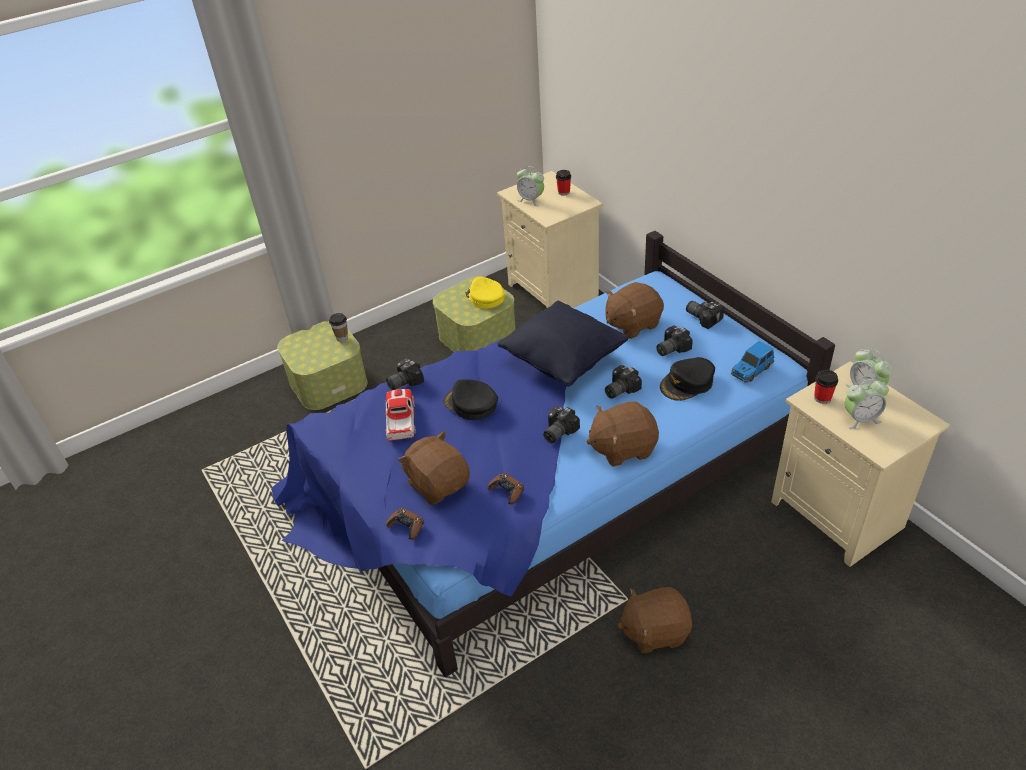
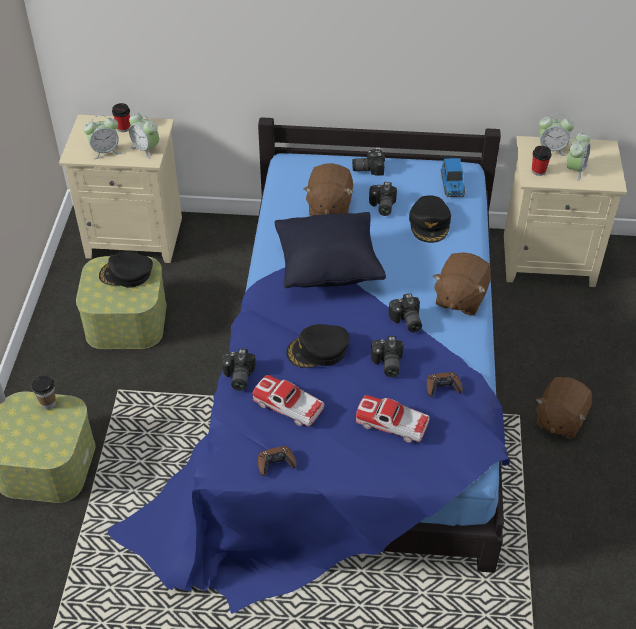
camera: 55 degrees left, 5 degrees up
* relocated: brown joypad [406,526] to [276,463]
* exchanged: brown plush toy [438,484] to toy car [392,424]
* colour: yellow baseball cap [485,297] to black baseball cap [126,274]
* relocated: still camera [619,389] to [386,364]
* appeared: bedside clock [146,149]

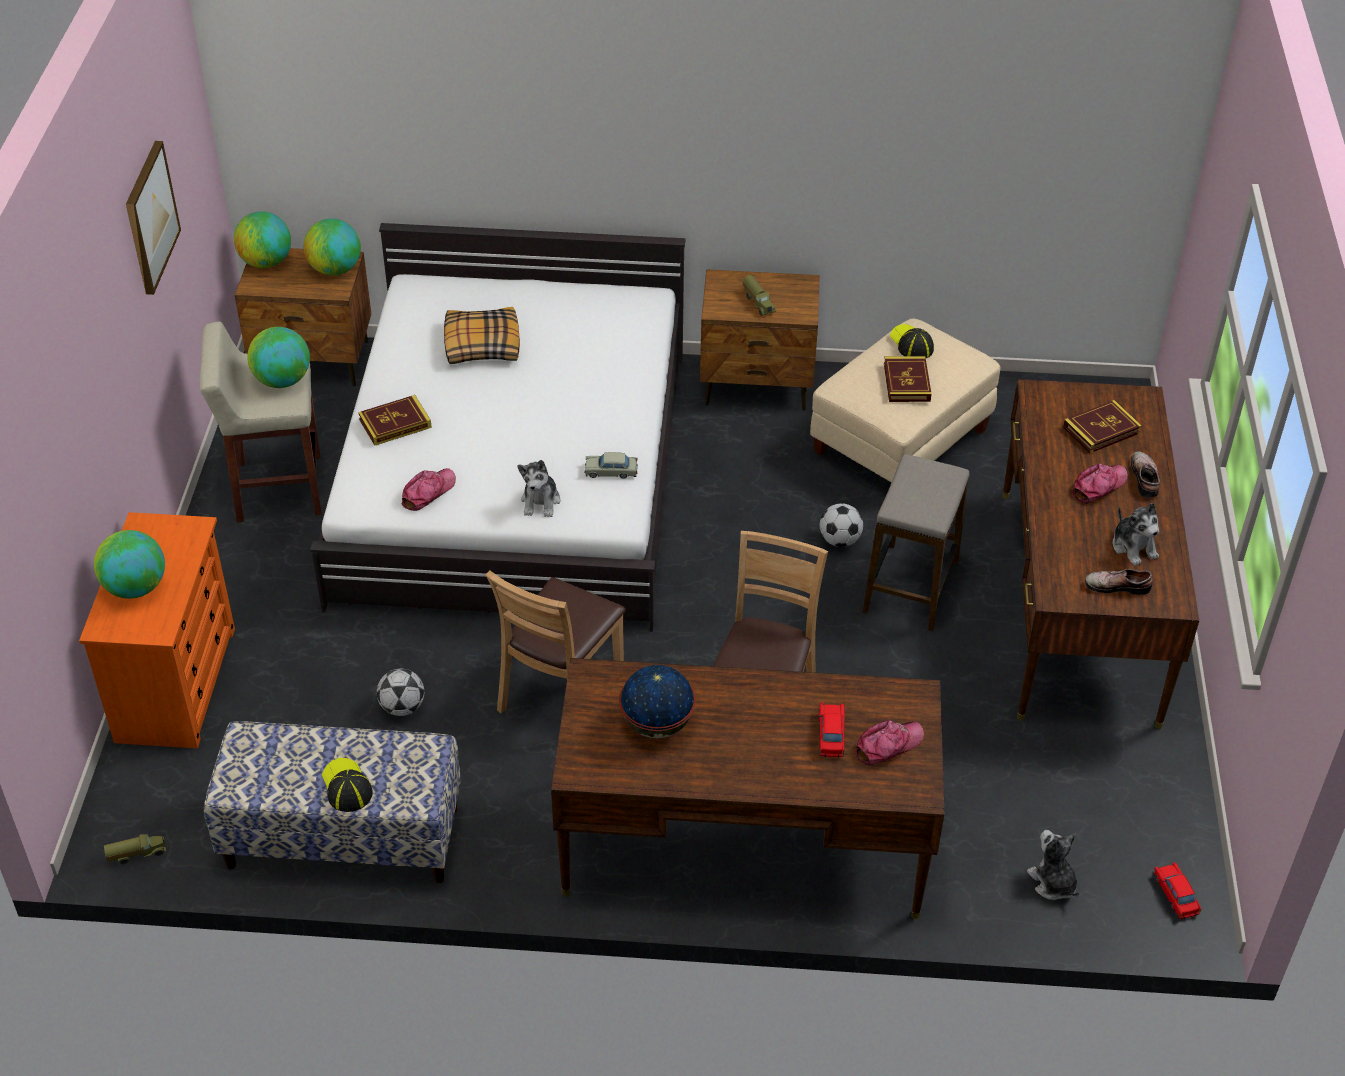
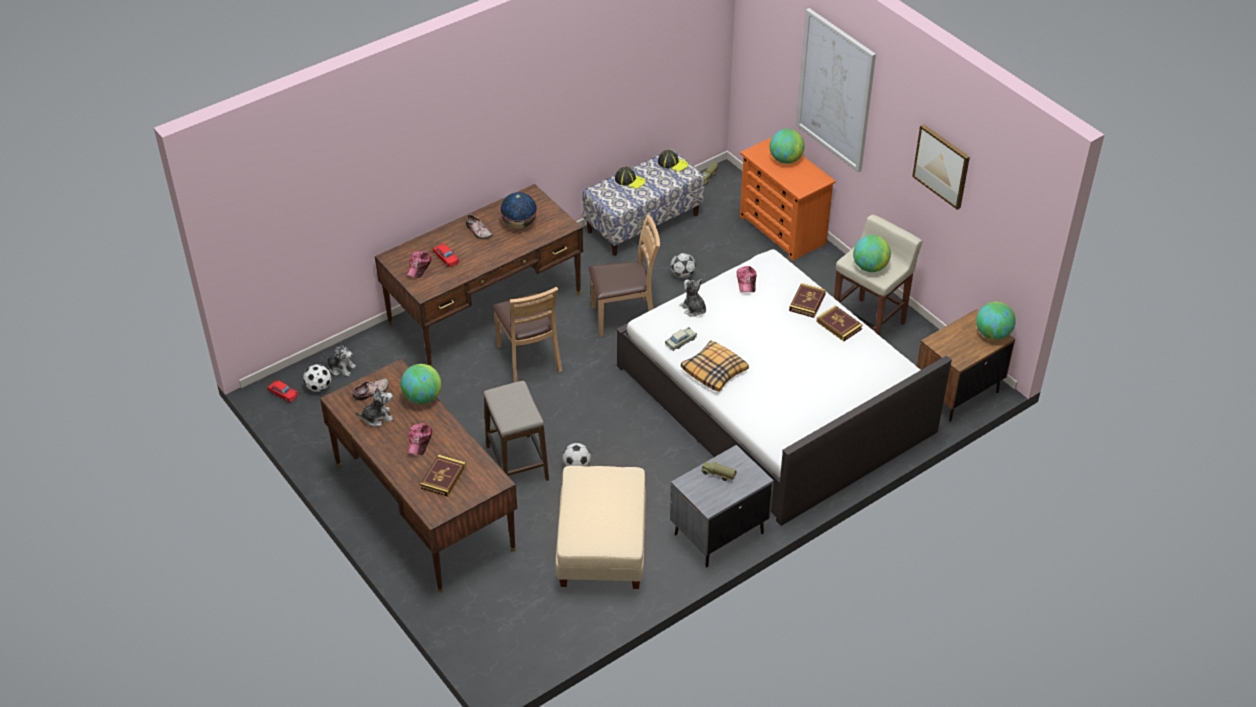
camera: 140 degrees right, 0 degrees up
* relocated: desk globe [335,269] to [422,397]
* relocated: cushion [481,345] to [714,371]
* spun: brown chair [561,694] = [624,317] 90 degrees clockwise
* colour: brown bedside table [757,385] to gray bedside table [718,534]
* relocated: volume [906,382] to [839,325]
* relocated: baseball cap [911,344] to [672,163]
* spun: plush toy [1133,547] = [377,417] 135 degrees clockwise
* relocated: item of footwear [1146,478] to [478,231]
* appeared: football ball [318,387]
* appeared: picture [835,90]

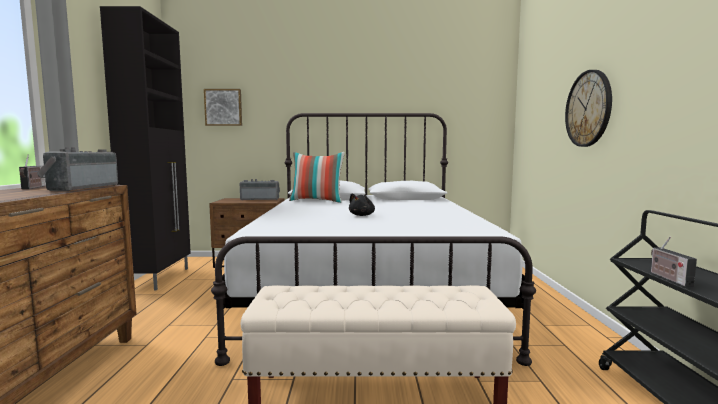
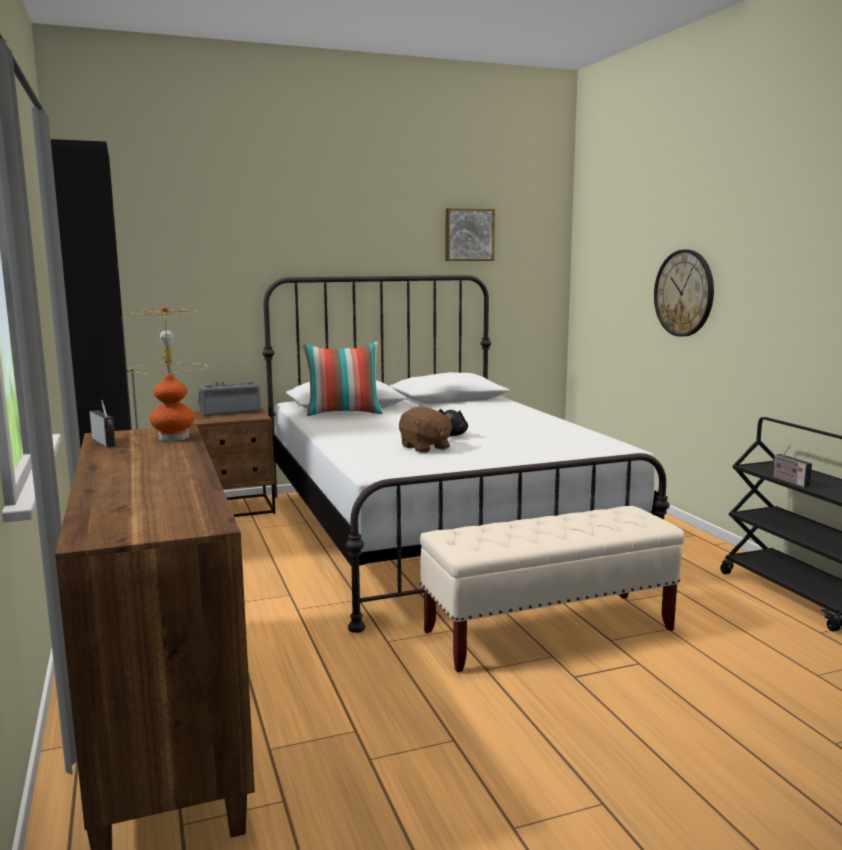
camera: 20 degrees left, 5 degrees up
* exchanged: radio receiver [81,187] to lamp for a table [173,437]
* relocated: picture [223,107] to [469,235]
* appeared: brown plush toy [425,447]

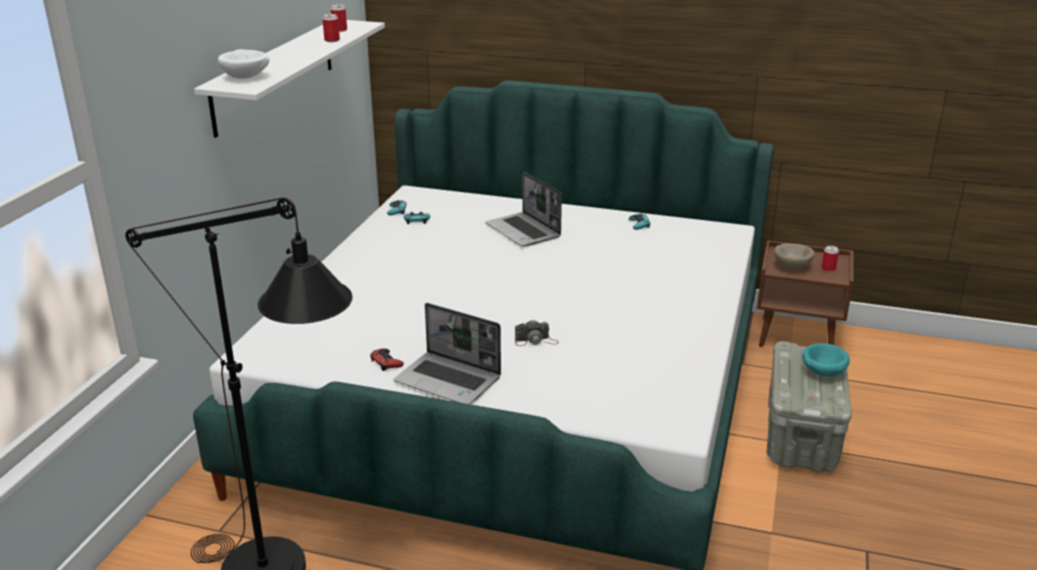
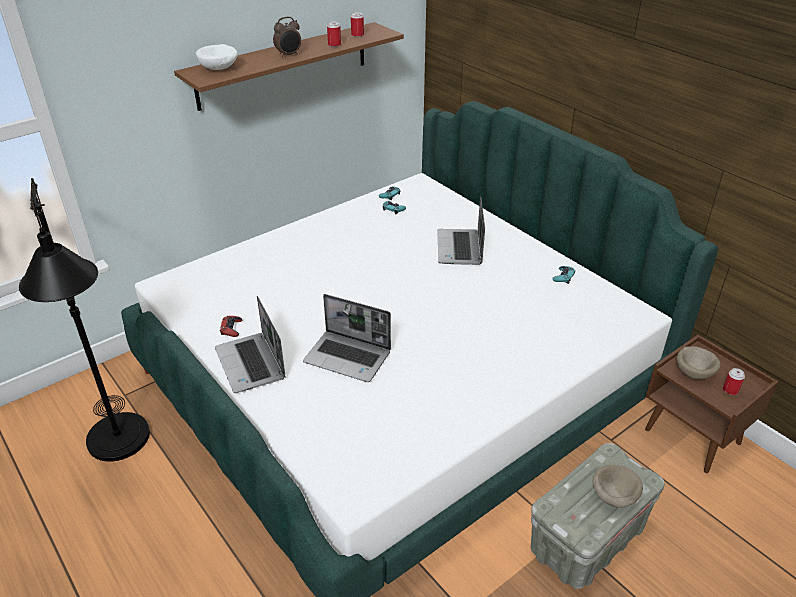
camera: 35 degrees right, 10 degrees up
* colour: whitish wall shelf [275,75] to brown wall shelf [283,65]
* exchanged: still camera [536,341] to notebook computer [348,357]
* colour: turquoise deep dish [822,372] to sand-coloured deep dish [613,496]
* appeared: bedside clock [289,55]

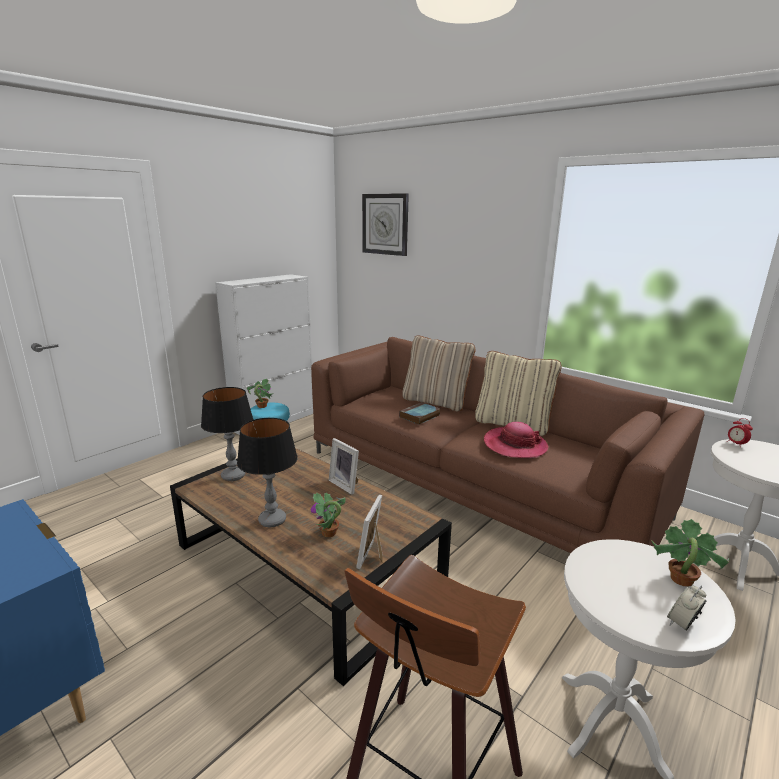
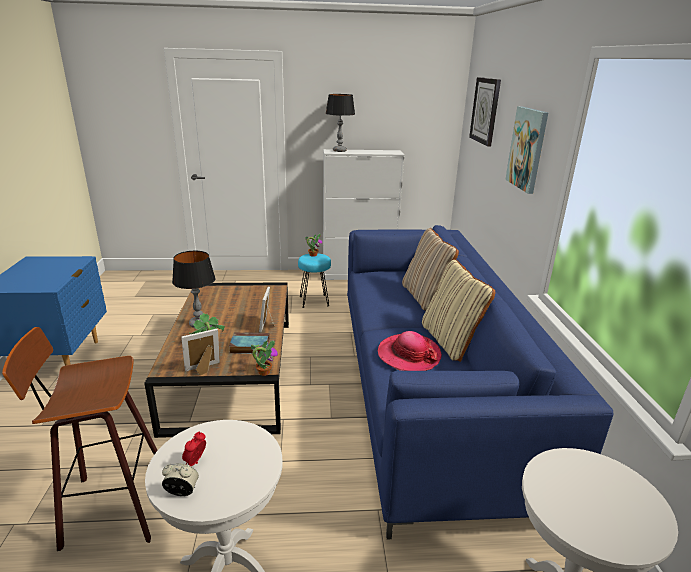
camera: 45 degrees right, 5 degrees up
* relocated: lamp for a table [233,476] to [339,150]
* colour: brown settee [475,482] to blue settee [426,386]
* relocated: volume [419,416] to [248,346]
* relocated: potted plant [680,579] to [264,372]
* relocated: bedside clock [736,444] to [196,462]
* appeared: picture [527,149]

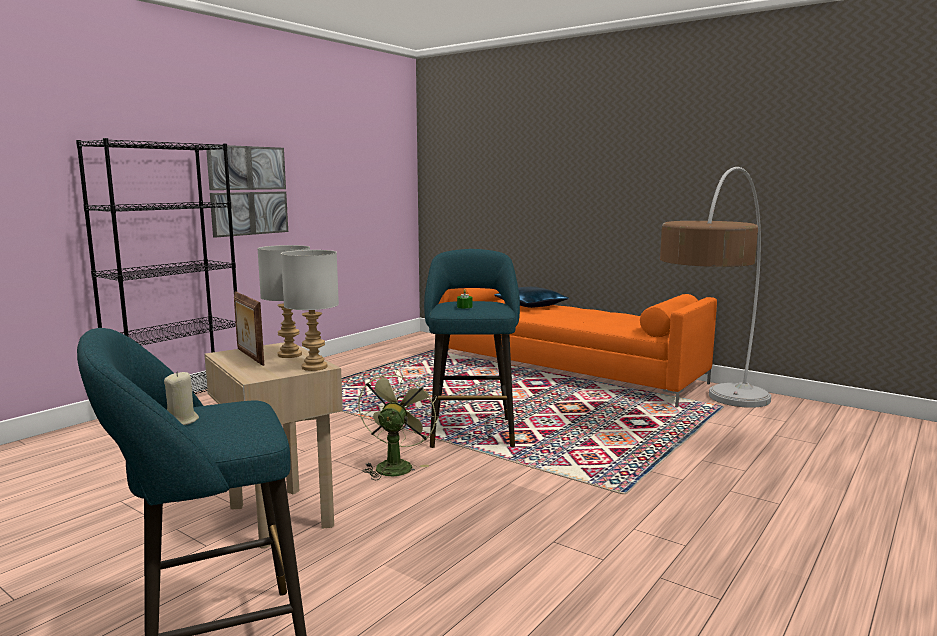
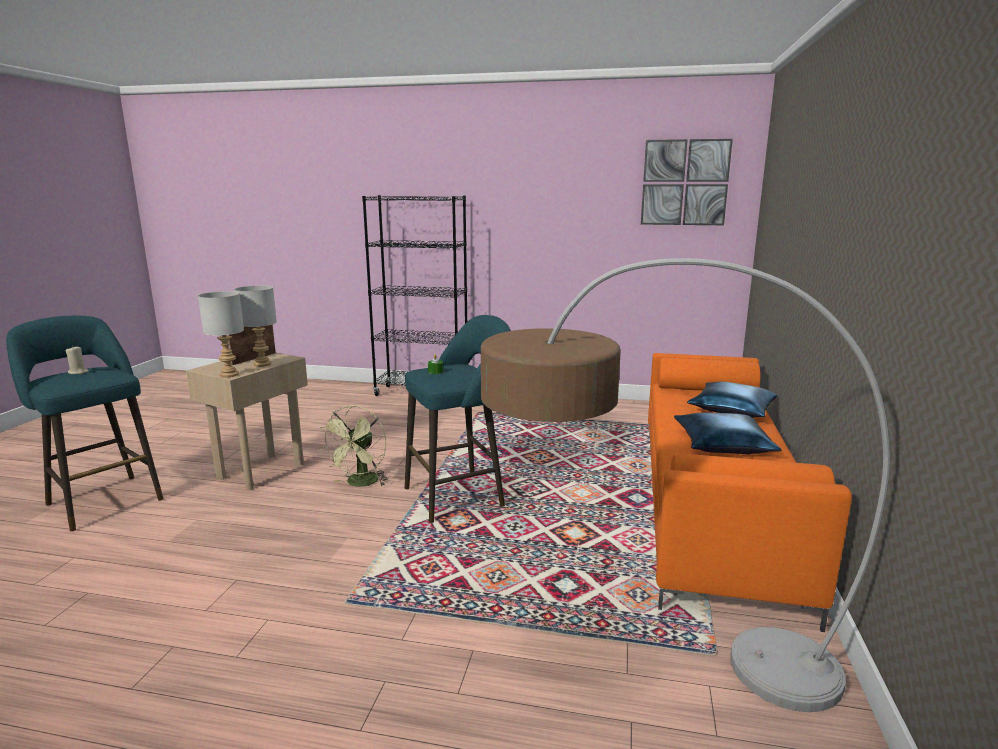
camera: 65 degrees right, 5 degrees up
* relocated: picture [248,190] to [684,182]
* spun: greenish fan [395,465] = [360,484] 120 degrees clockwise
* appeared: blue cushion [723,445]

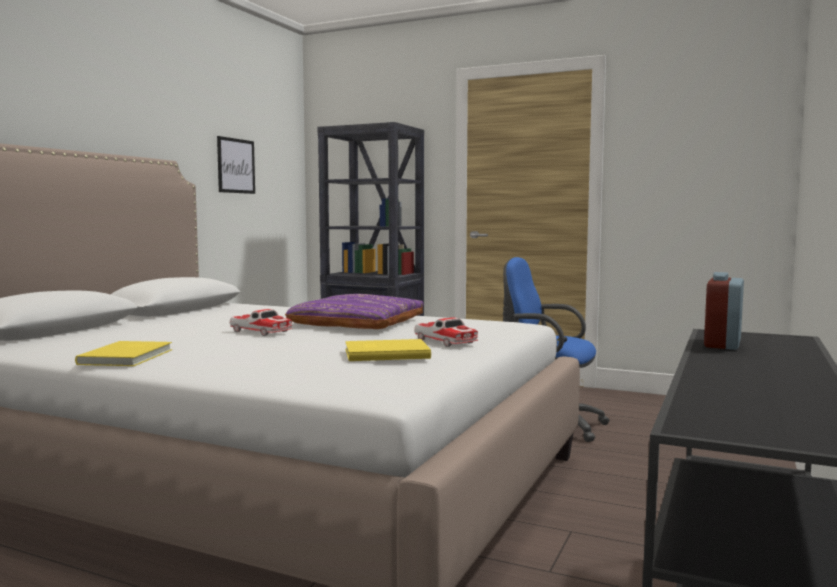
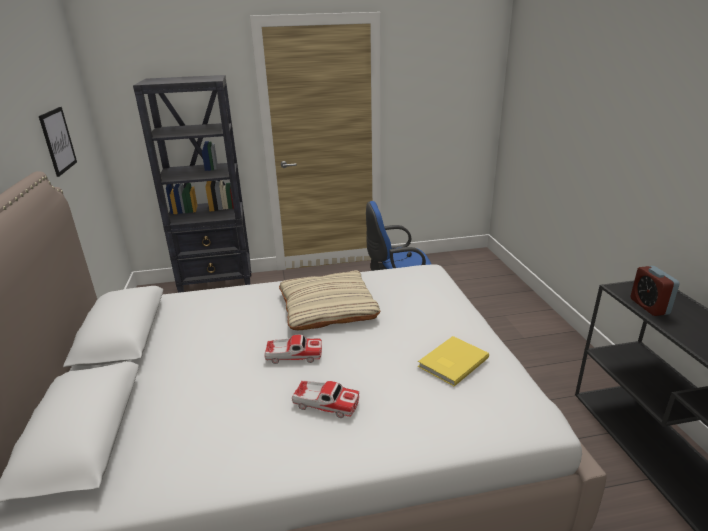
camera: 35 degrees left, 20 degrees up
* missing: yellow volume [129,356]
* colour: purplish cushion [357,322] to sand-coloured cushion [327,306]
* relocated: toy car [445,341] to [325,403]

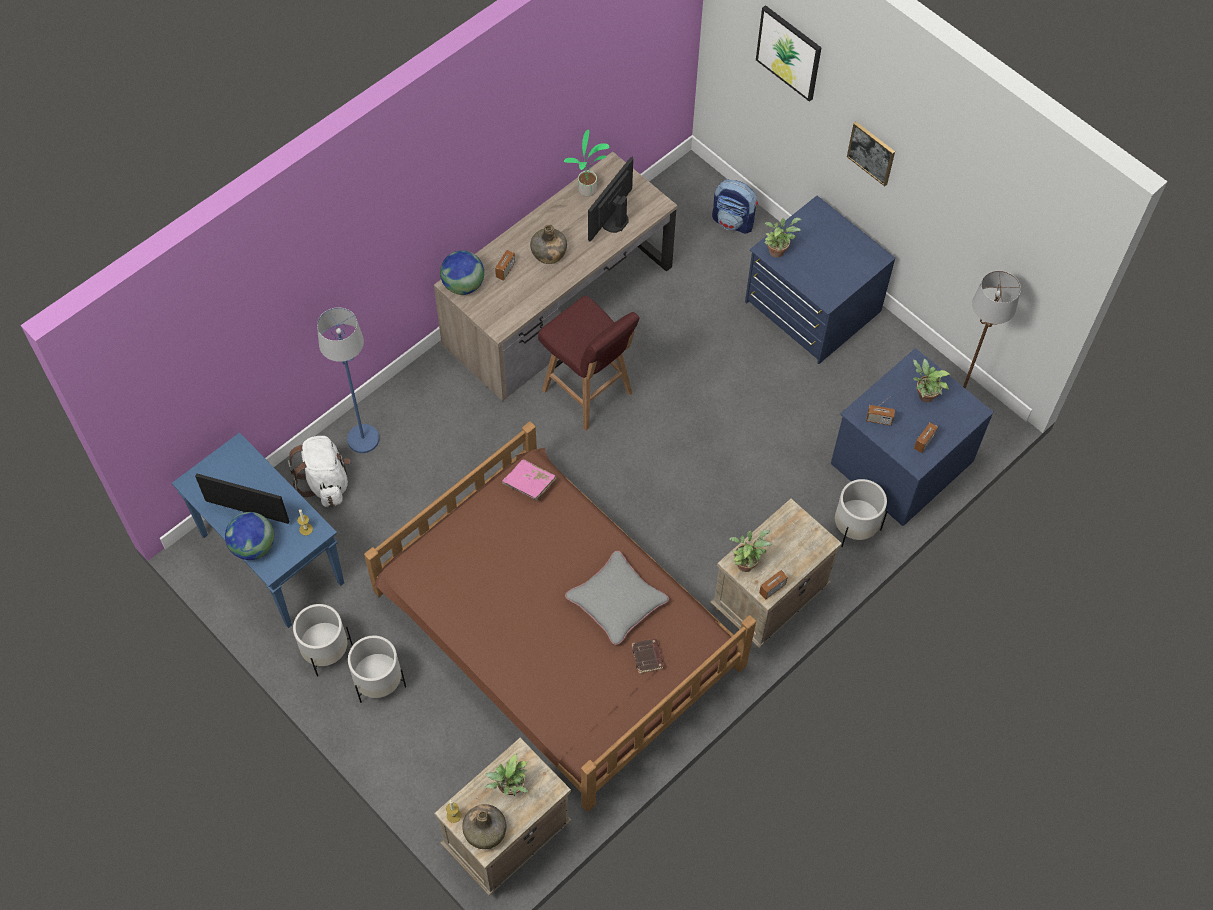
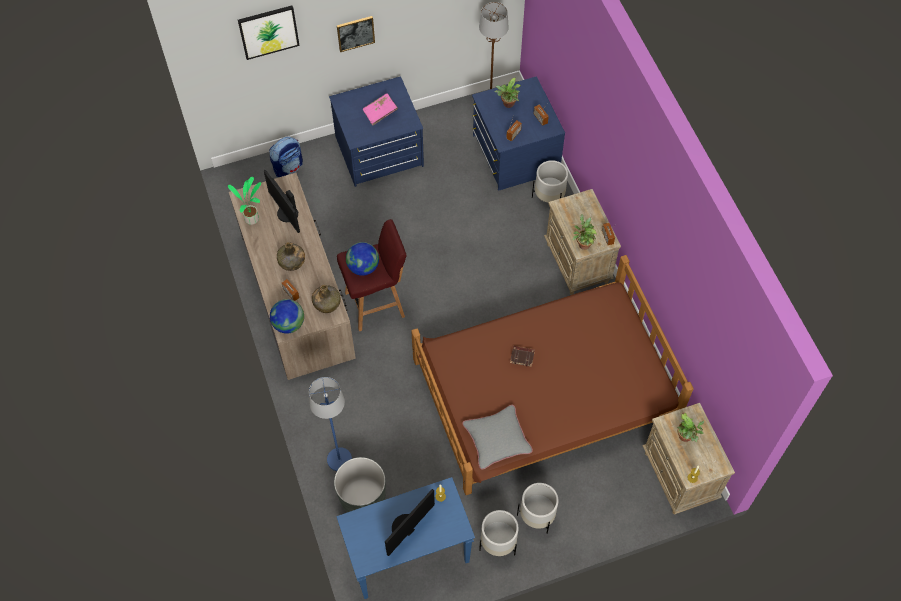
camera: 65 degrees left, 0 degrees up
* relocated: desk globe [253,546] to [363,267]
* exchanged: whitish knapsack [326,482] to gray flower pot [362,497]
* relocated: greenish bottle [485,831] to [327,303]
* relocated: pink-coloured volume [530,484] to [380,112]
* relocated: gray cushion [616,601] to [497,439]
* relocated: brown volume [648,657] to [522,356]
* missing: potted plant [777,250]

